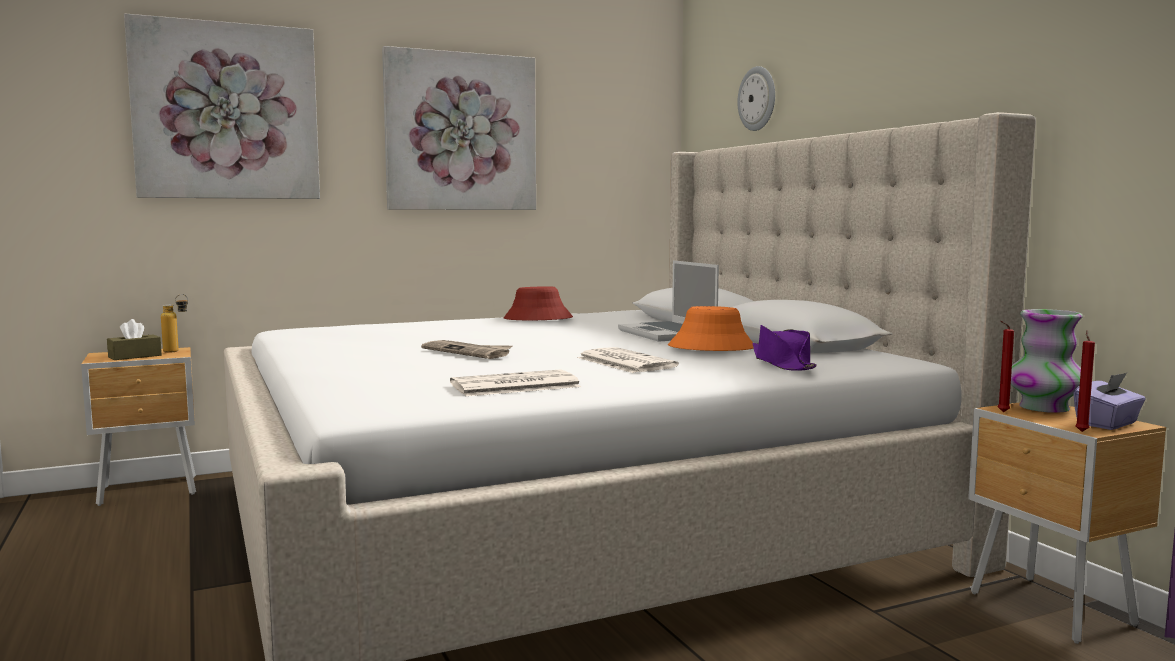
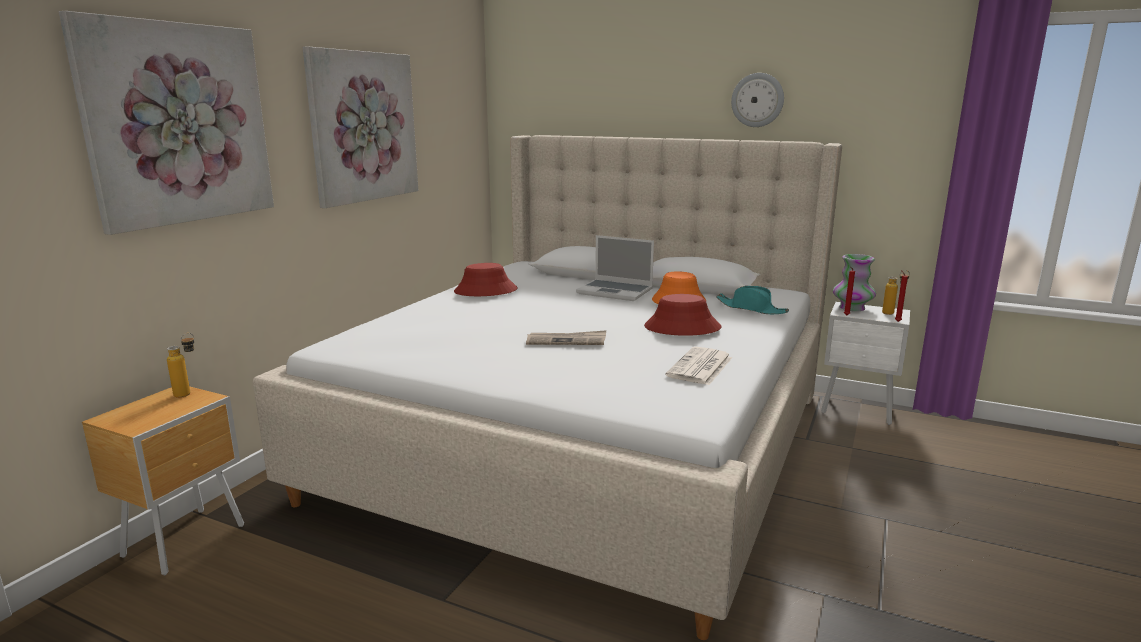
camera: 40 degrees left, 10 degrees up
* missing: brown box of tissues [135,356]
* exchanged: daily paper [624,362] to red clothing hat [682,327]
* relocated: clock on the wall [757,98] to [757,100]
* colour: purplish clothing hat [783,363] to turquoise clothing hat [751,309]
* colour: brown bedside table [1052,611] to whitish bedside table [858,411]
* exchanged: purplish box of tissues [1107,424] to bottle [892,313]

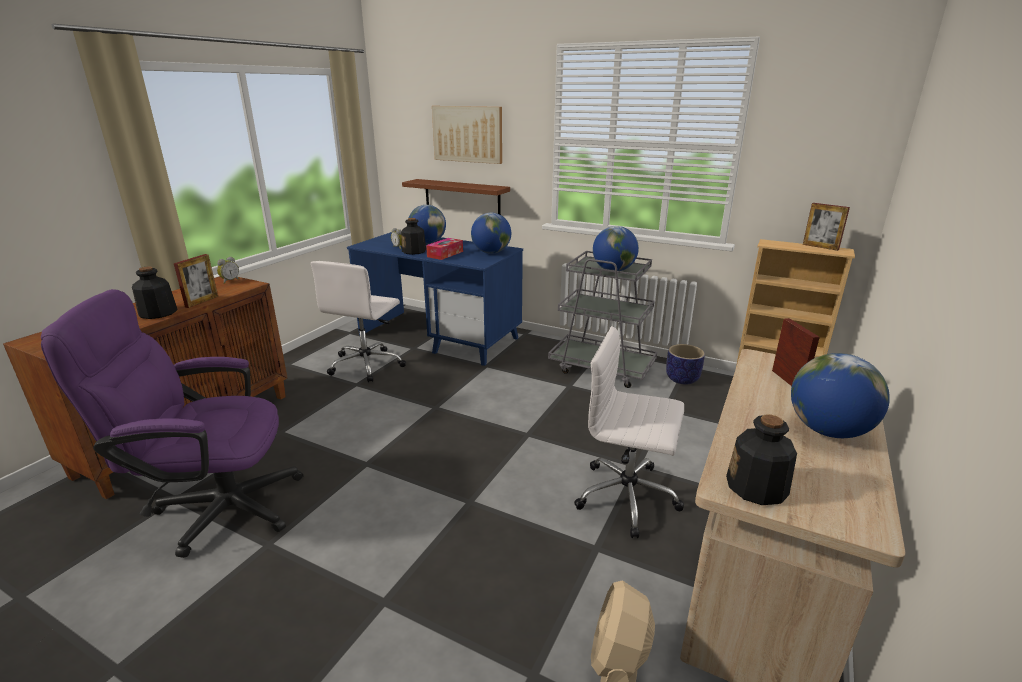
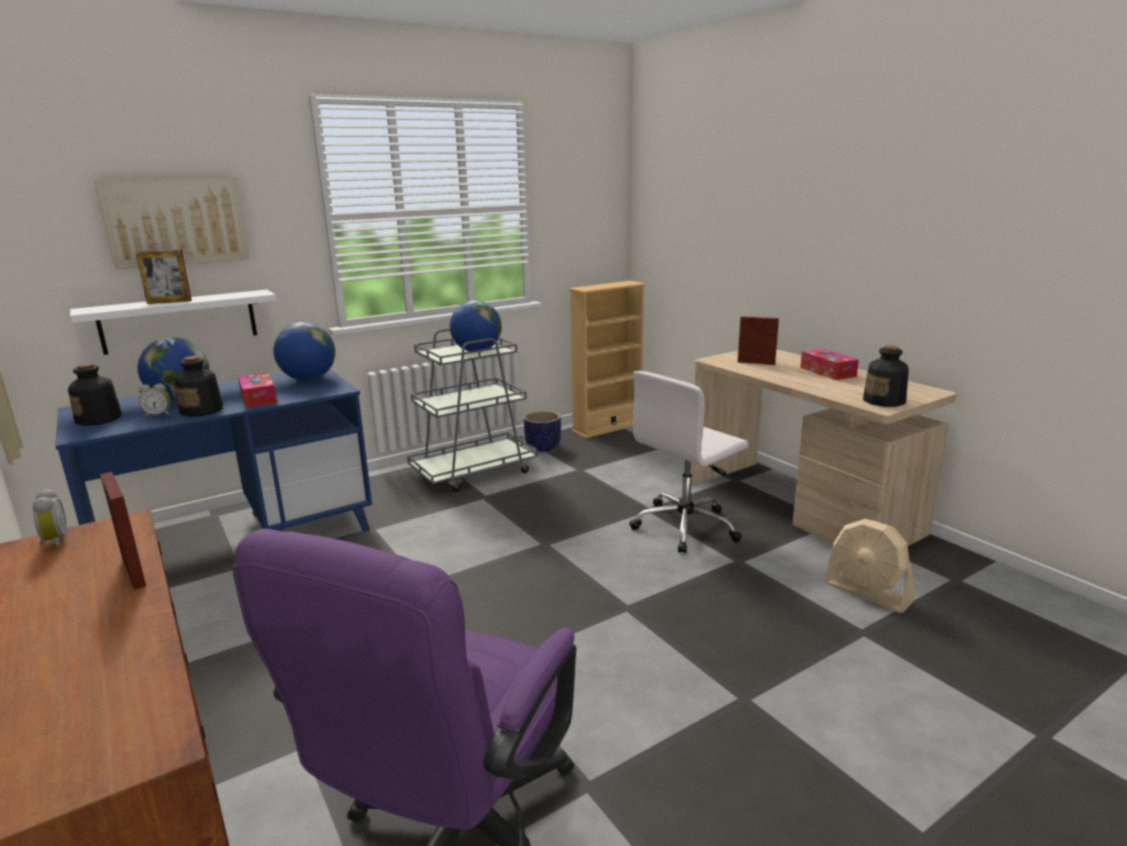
camera: 60 degrees left, 5 degrees down
* relocated: bottle [158,313] to [99,419]
* missing: whitish desk chair [367,365]
* colour: brown wall shelf [462,197] to whitish wall shelf [179,321]
* exchanged: desk globe [828,431] to box of tissues [827,372]
* relocated: photo frame [820,247] to [169,302]

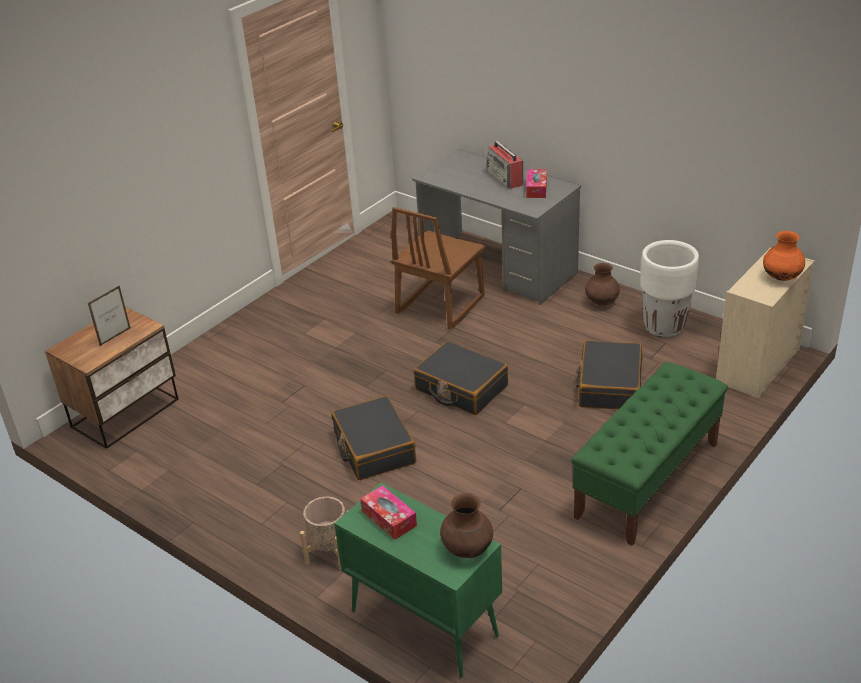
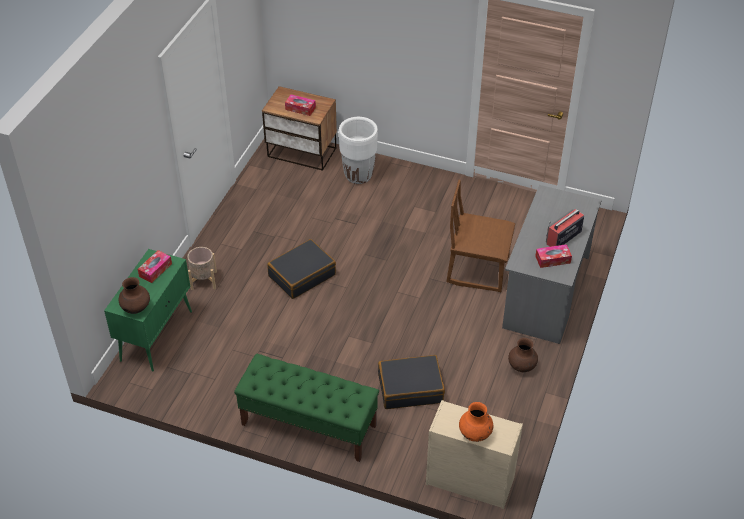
camera: 70 degrees right, 10 degrees up
* exchanged: photo frame [115,337] to box of tissues [300,108]
* missing: black suitcase [461,388]
* relocated: whitish flower pot [664,327] to [358,175]

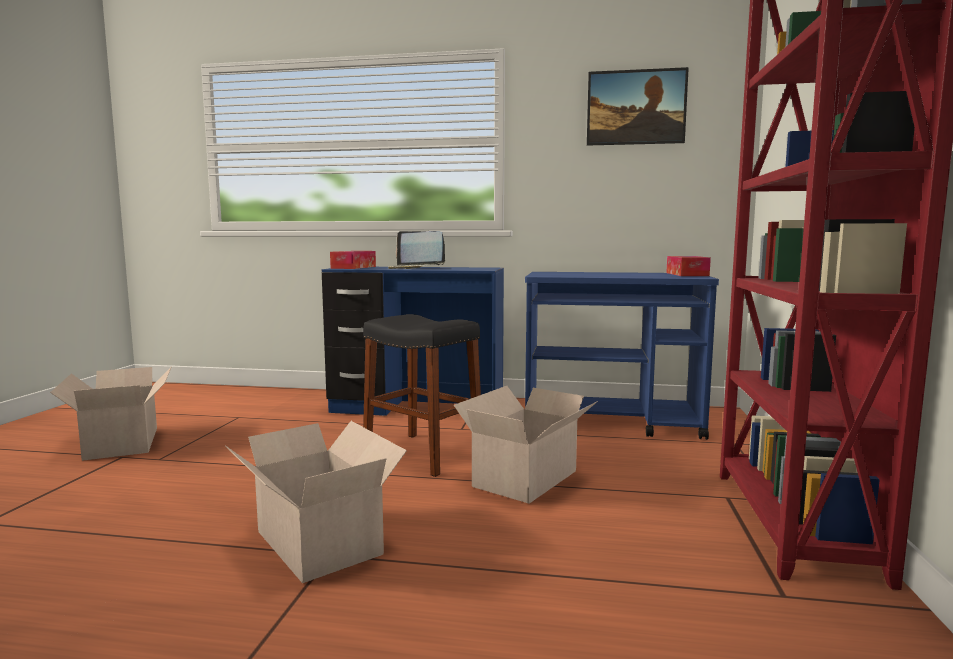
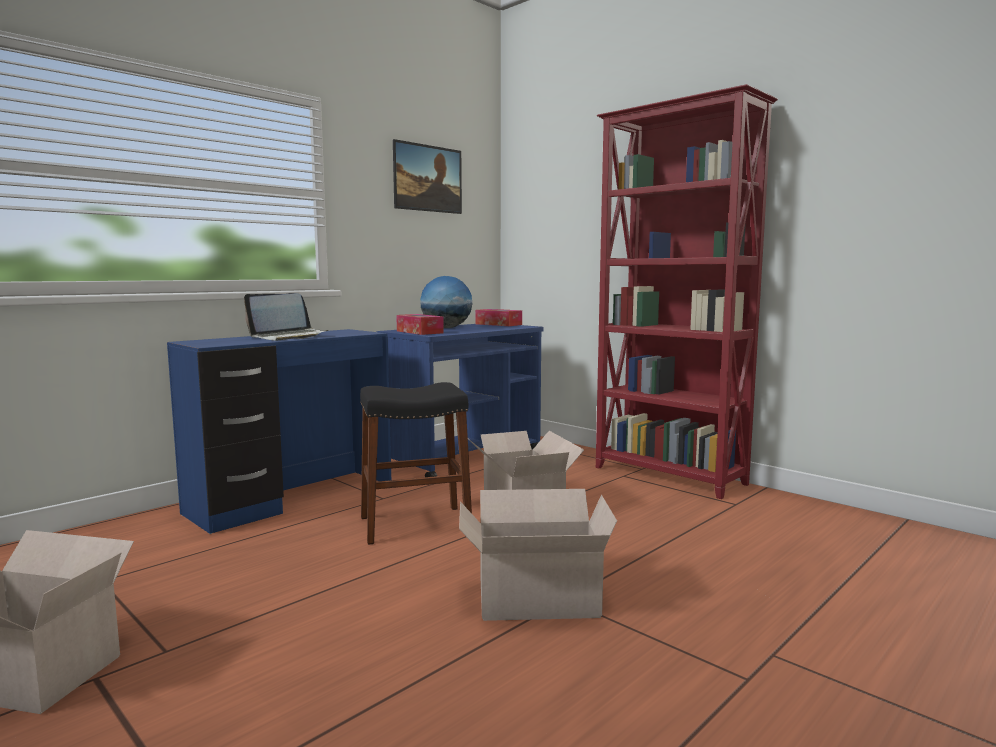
camera: 55 degrees left, 0 degrees up
* relocated: box of tissues [353,267] to [419,332]
* appeared: desk globe [446,328]

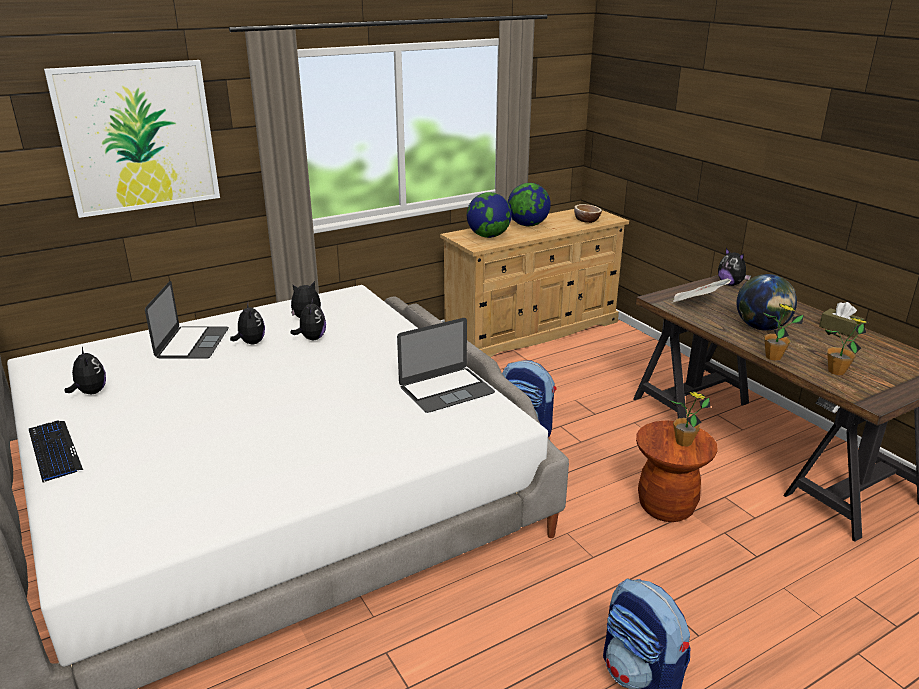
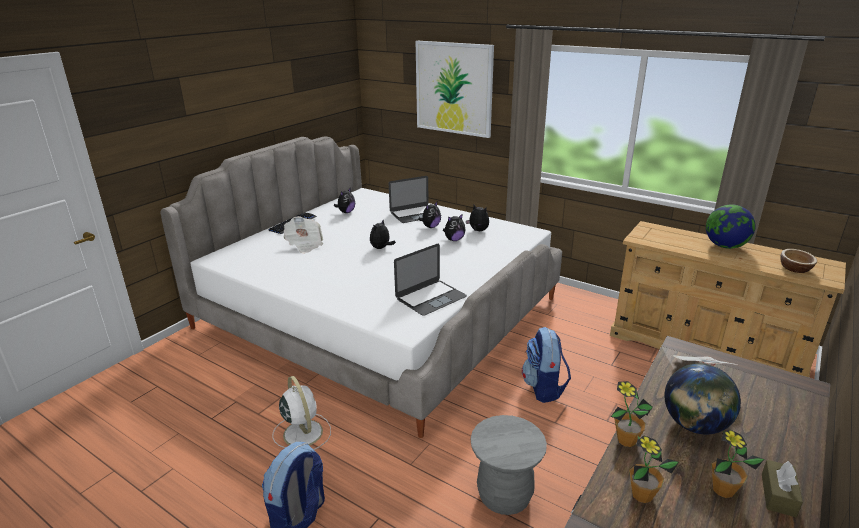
camera: 65 degrees right, 0 degrees up
* spun: notebook computer [446,390] = [431,297] 75 degrees counterclockwise
* missing: desk globe [488,236]
* colour: brown sitting stool [666,507] to gray sitting stool [504,496]
* relocated: potted plant [683,442] to [723,490]
* relocated: plush toy [730,284] to [381,248]
* appeared: whitish fan [302,432]
* appeared: daily paper [304,244]

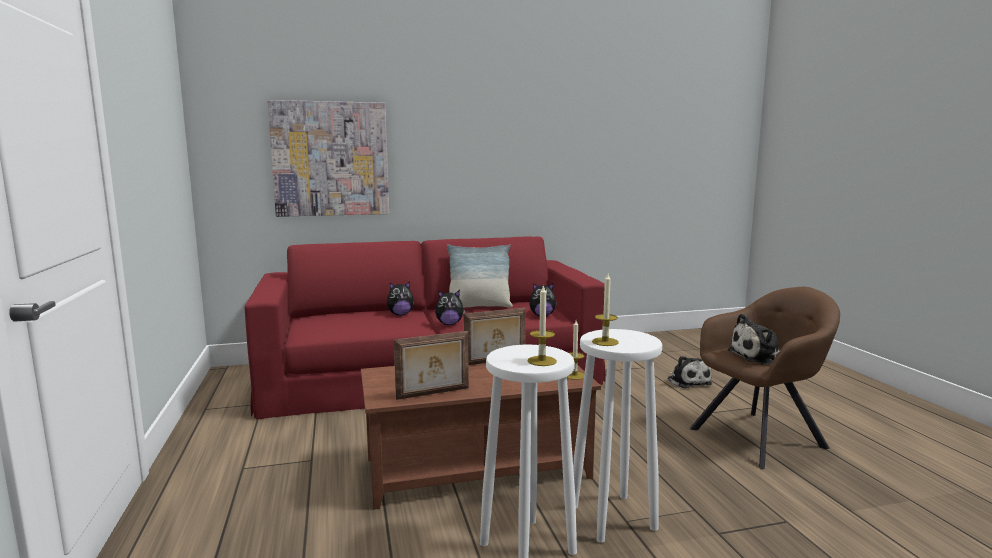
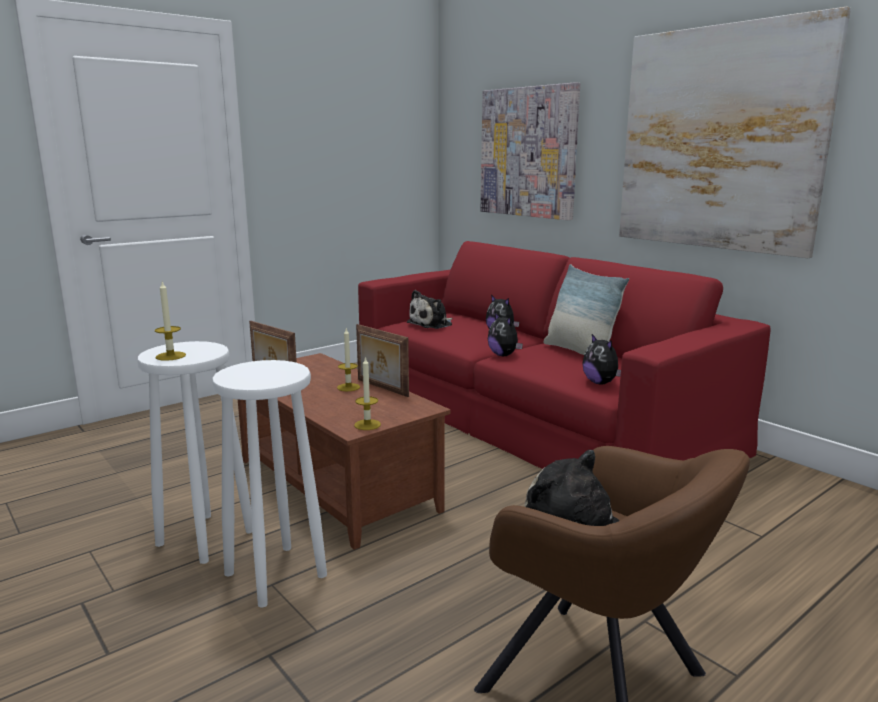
camera: 65 degrees right, 5 degrees up
* relocated: wax light [605,342] to [348,387]
* relocated: plush toy [688,381] to [432,324]
* appeared: picture [719,139]

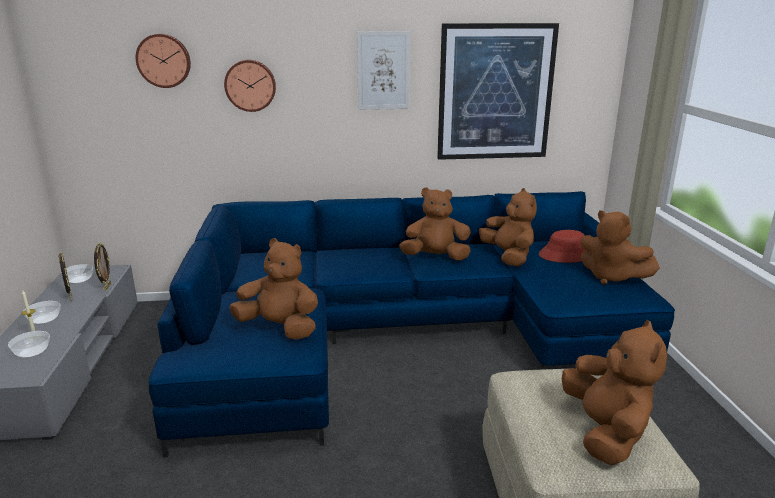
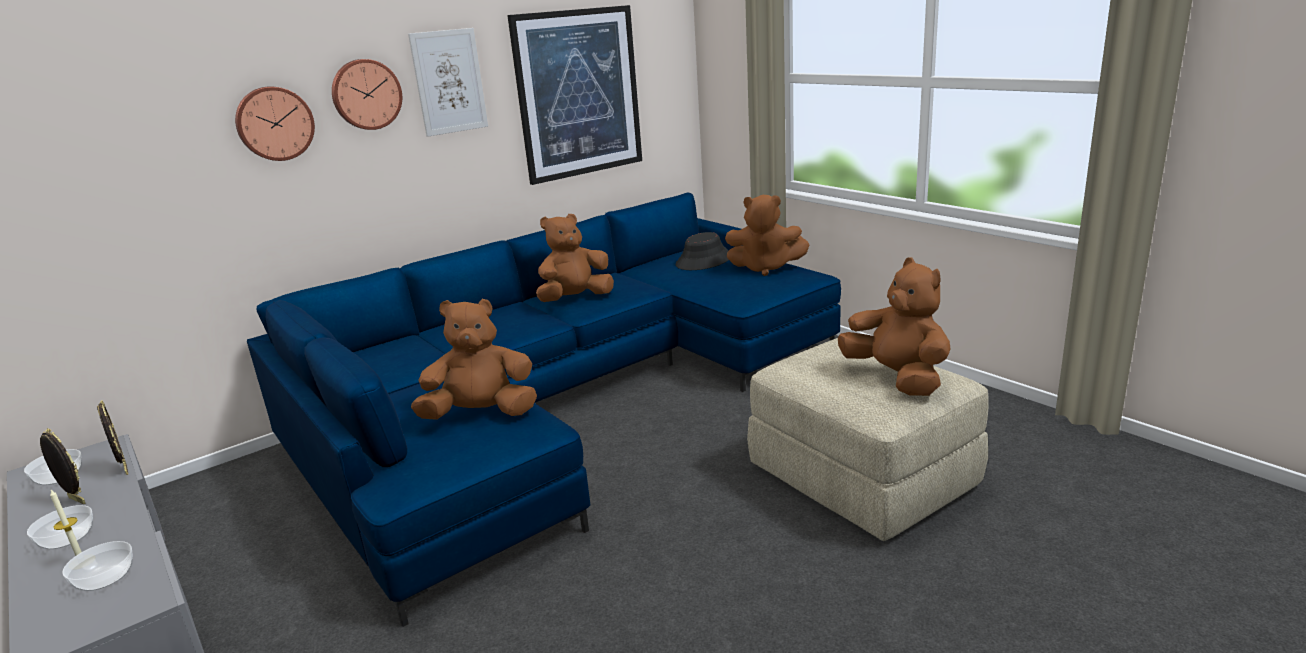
camera: 30 degrees left, 0 degrees up
* relocated: clock on the wall [164,60] to [366,94]
* missing: brown plush toy [508,257]
* colour: red clothing hat [566,255] to black clothing hat [704,261]

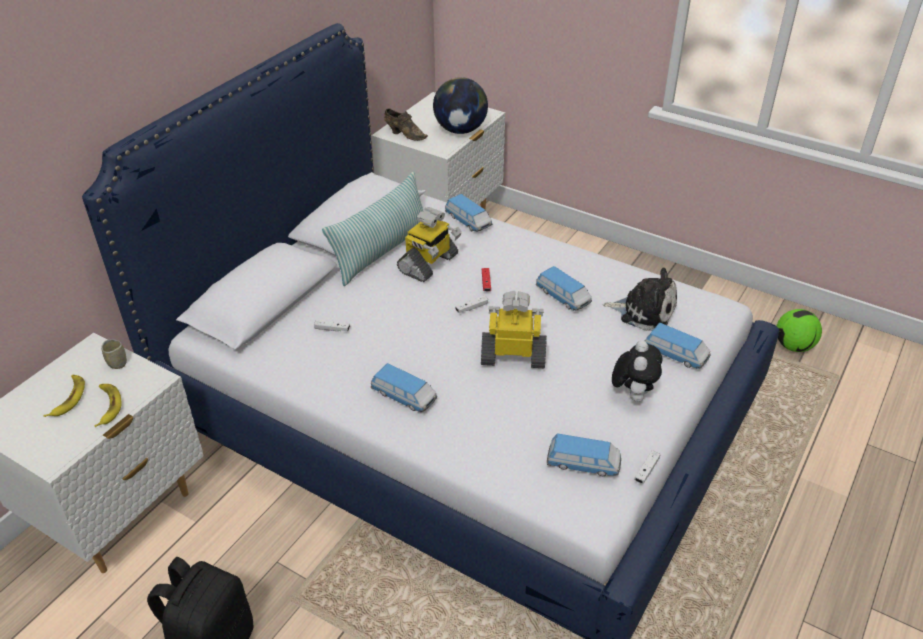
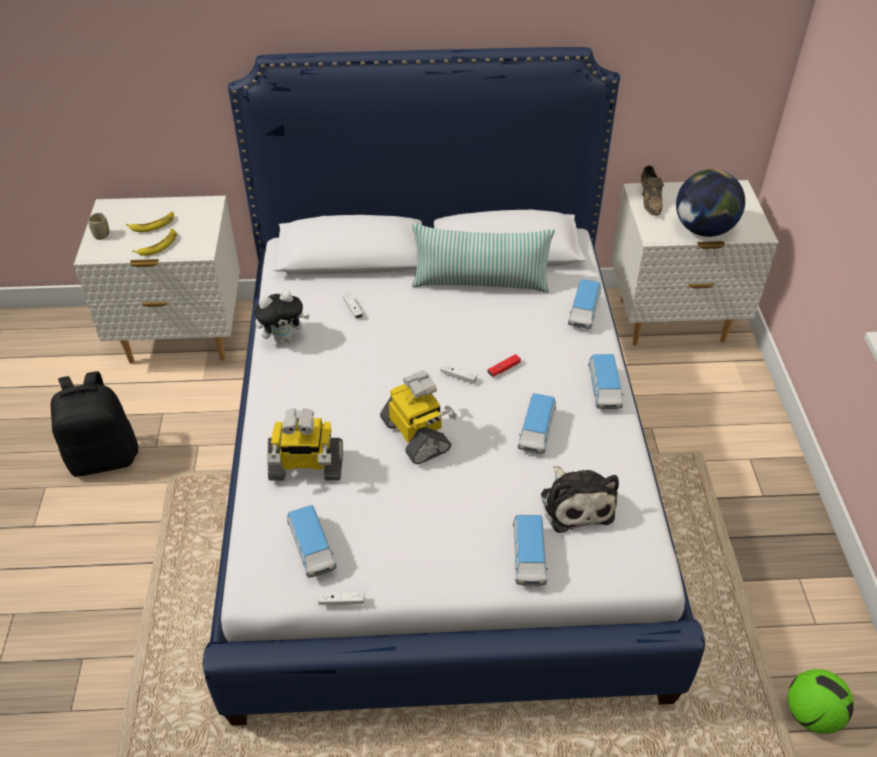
camera: 55 degrees right, 5 degrees up
* relocated: small cup [117,363] to [101,235]
* relocated: toy car [404,397] to [604,390]
* relocated: robot figure [429,264] to [306,467]
* relocated: plush toy [633,394] to [284,338]

